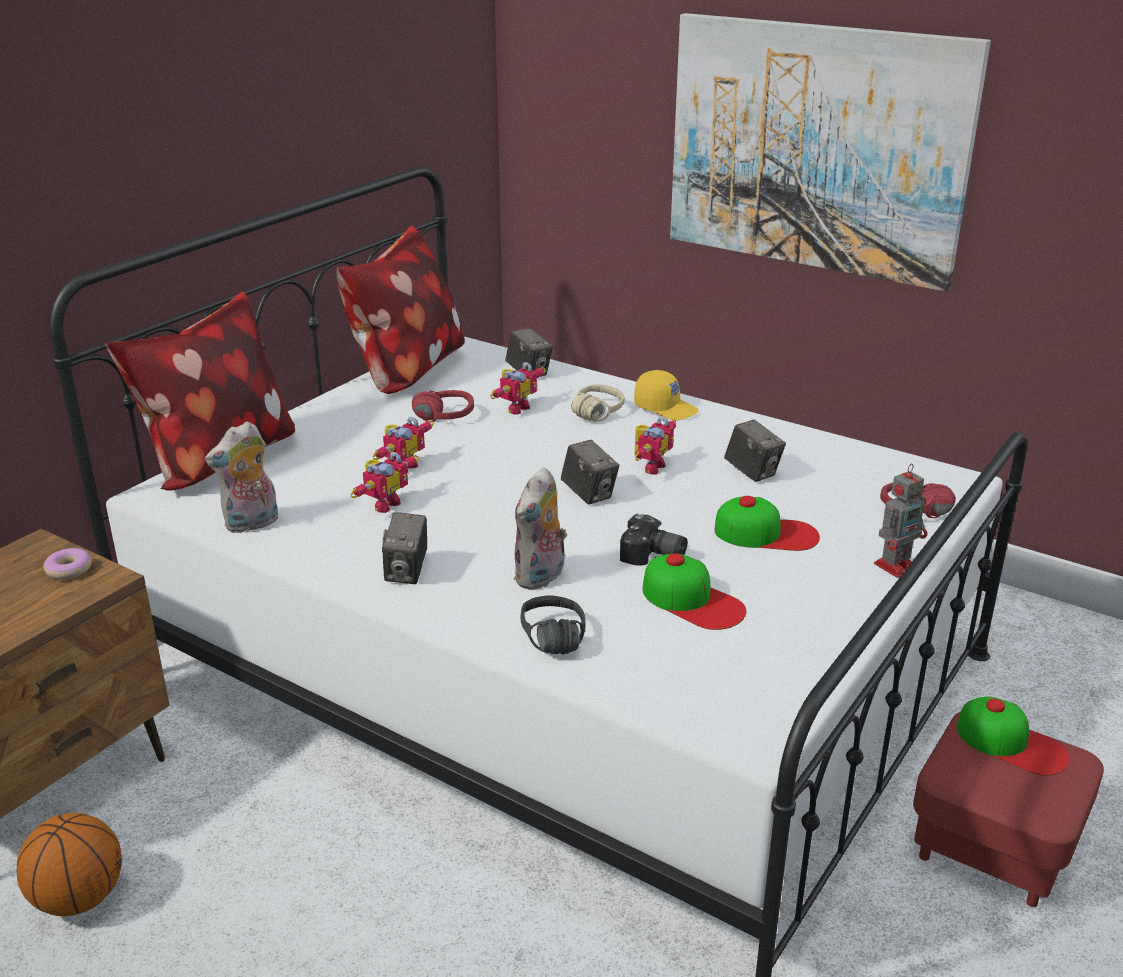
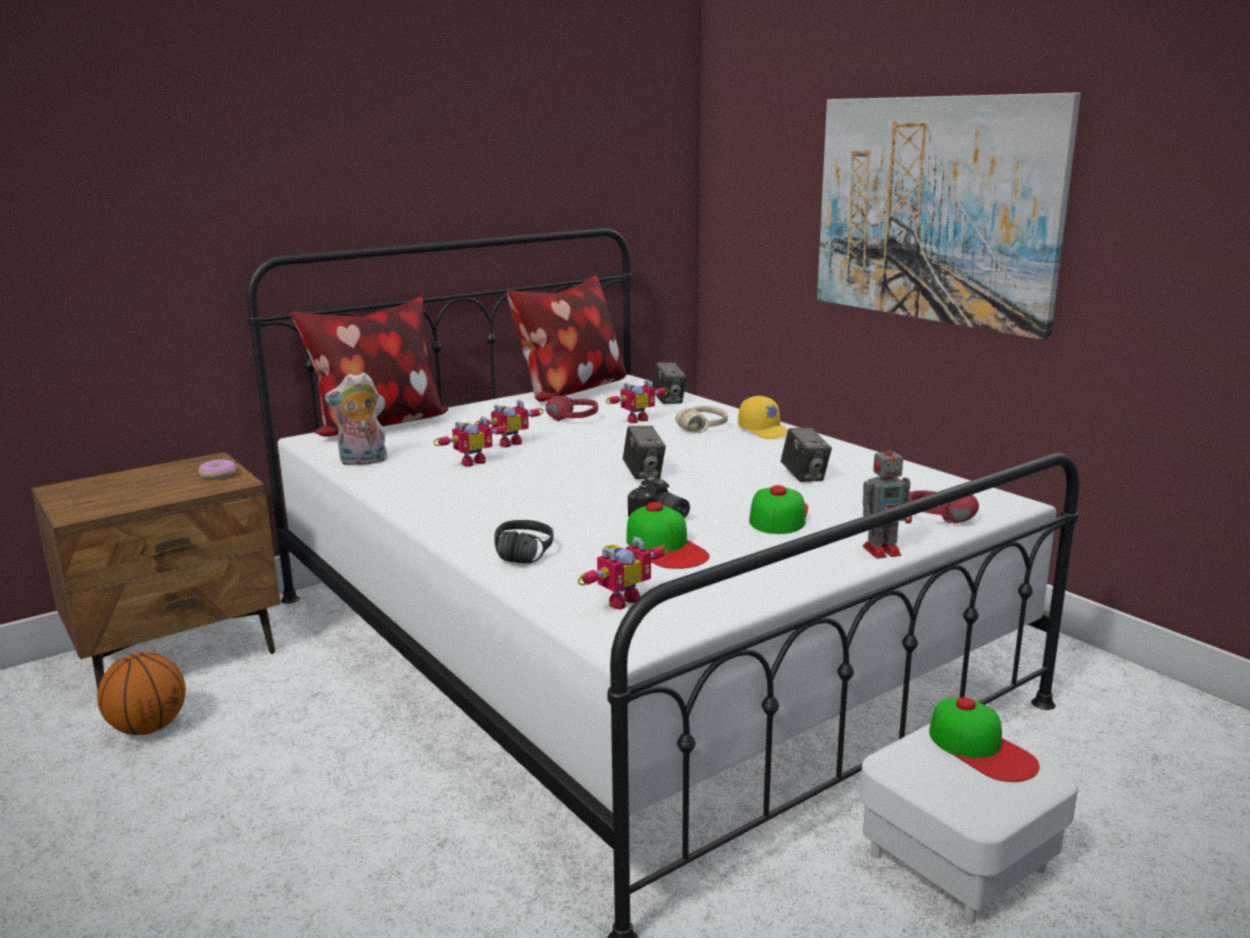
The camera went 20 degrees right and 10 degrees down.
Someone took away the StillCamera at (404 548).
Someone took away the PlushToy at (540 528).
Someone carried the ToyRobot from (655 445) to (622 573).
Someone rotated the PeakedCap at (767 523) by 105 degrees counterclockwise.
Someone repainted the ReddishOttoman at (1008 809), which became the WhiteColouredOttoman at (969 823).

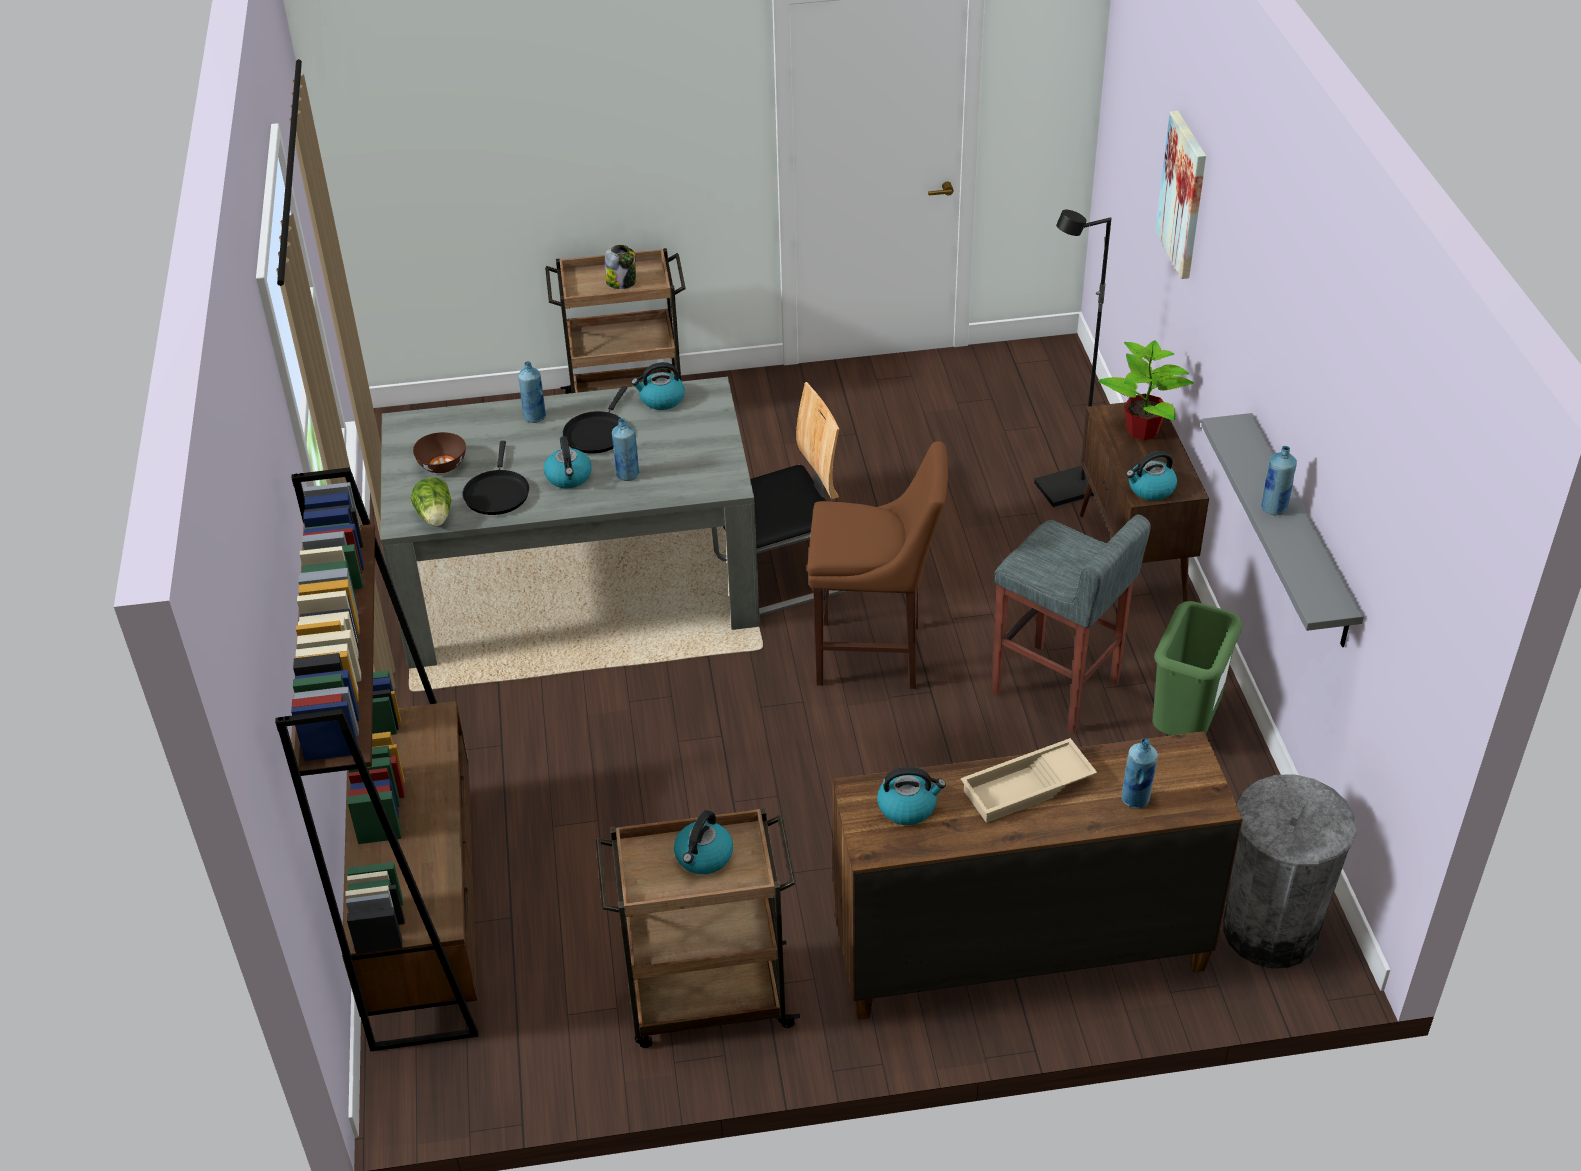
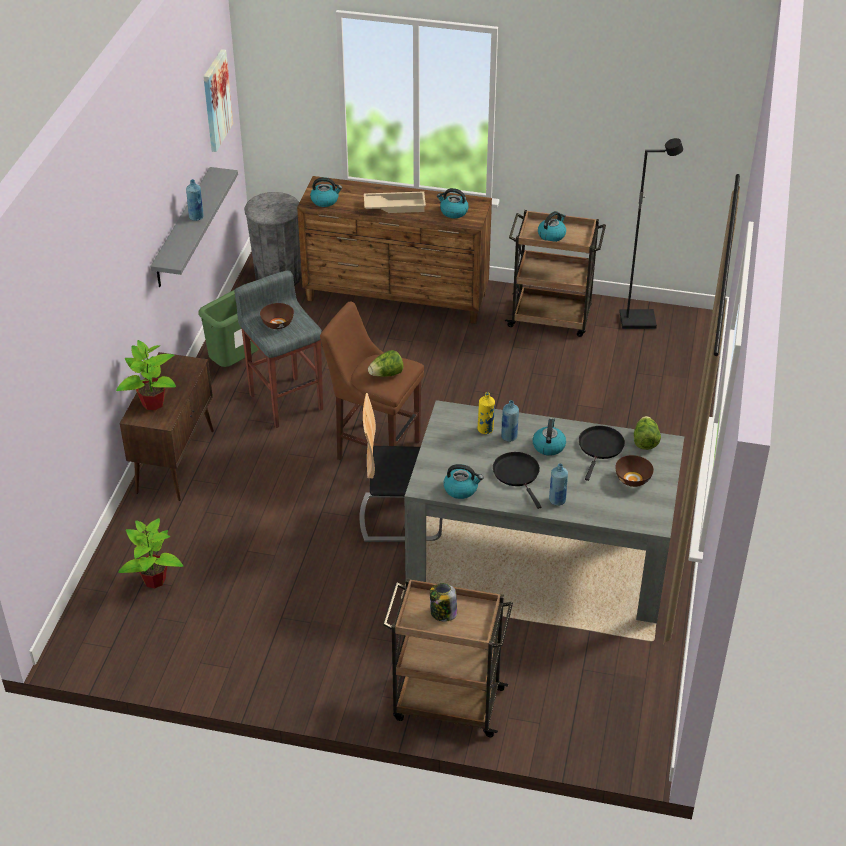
The camera went 160 degrees left and 0 degrees up.
Someone took away the BrownBookshelf at (376 759).
Someone rotated the BlackColouredSkillet at (595 420) by 60 degrees counterclockwise.
Someone carried the BlackColouredStandardLamp from (1072 359) to (651 233).
Someone took away the BlueColouredDrinkBottle at (1139 773).
Someone carried the WaterKettle from (1151 475) to (326 192).
Someone carried the WallPicture from (1180 194) to (218 100).
Someone put down the Houseplant at (150 553).
Someone put down the BrownServingBowl at (277 316).
Someone put down the Lettuce at (386 363).
Someone put down the YellowColouredDrinkBottle at (486 413).

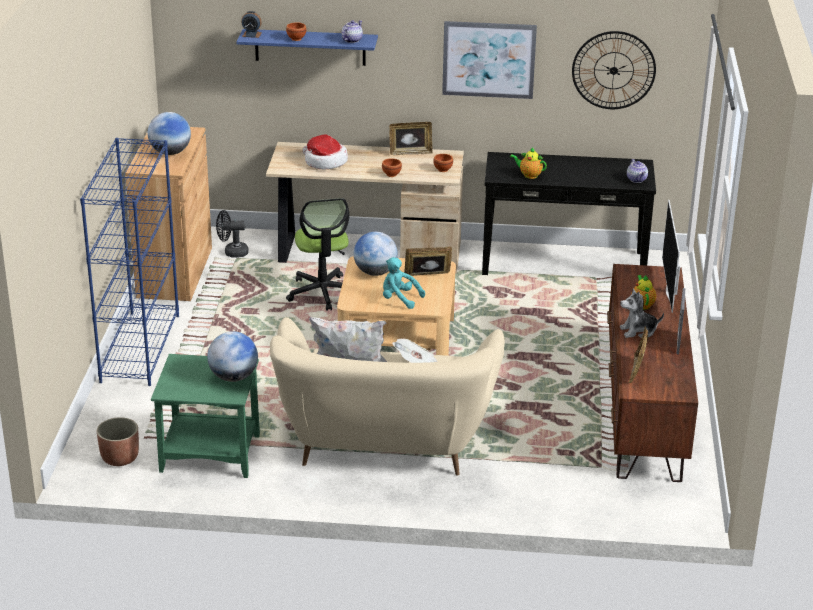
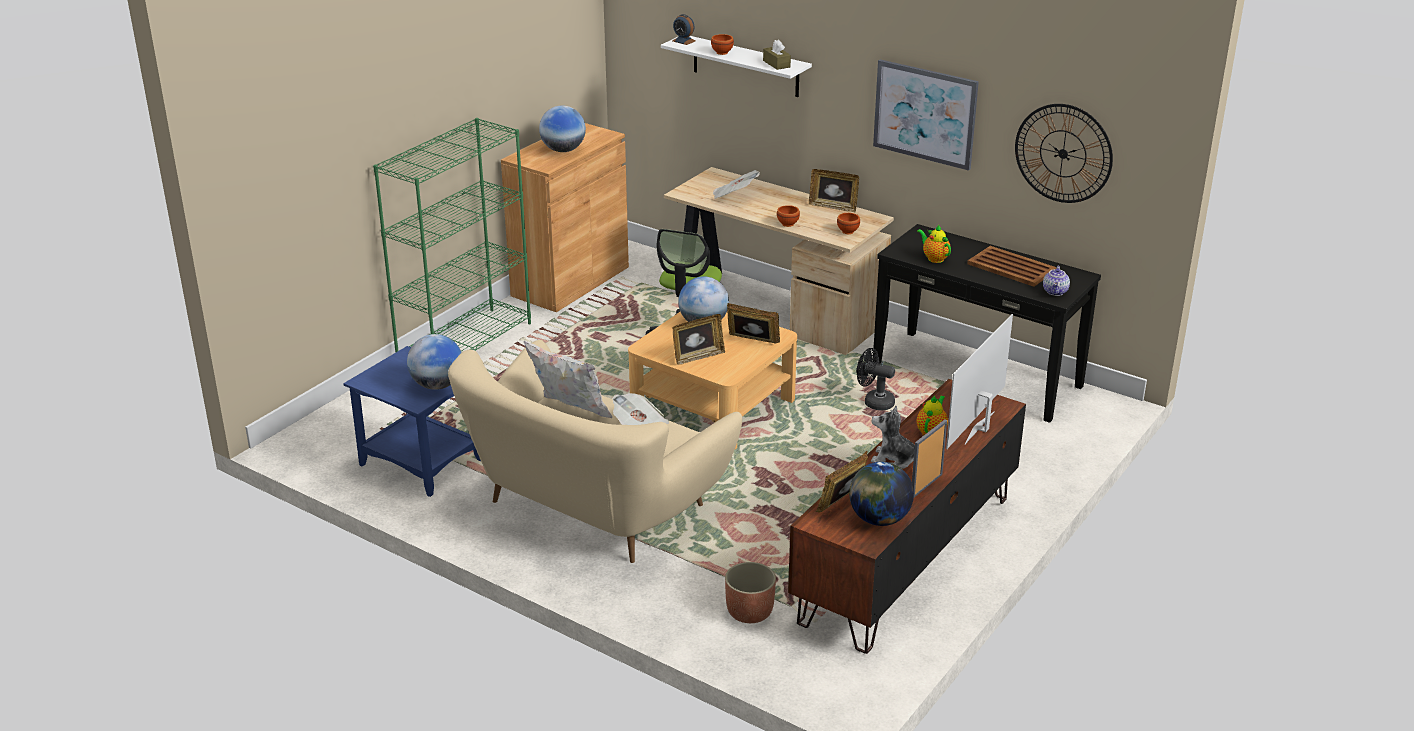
The camera went 30 degrees right and 0 degrees up.
Someone repainted the BlueColouredBookshelf at (129 262), which became the GreenColouredBookshelf at (452 235).
Someone carried the PlantPot from (118 441) to (750 592).
Someone repainted the GreenColouredSideTable at (205 416), which became the BlueColouredSideTable at (412 421).
Someone carried the BlackColouredFan from (232 234) to (876 379).
Someone repainted the BlueColouredWallShelf at (307 47), which became the WhiteColouredWallShelf at (736 66).
Someone swapped the Hat at (325 151) for the Newspaper at (736 184).
Someone swapped the PotForTea at (352 31) for the BrownBoxOfTissues at (777 55).
Someone swapped the TurquoisePlushToy at (404 283) for the PictureFrame at (699 339).
Someone put down the DeskGlobe at (881 494).
Someone put down the BrownCarryingTray at (1011 266).

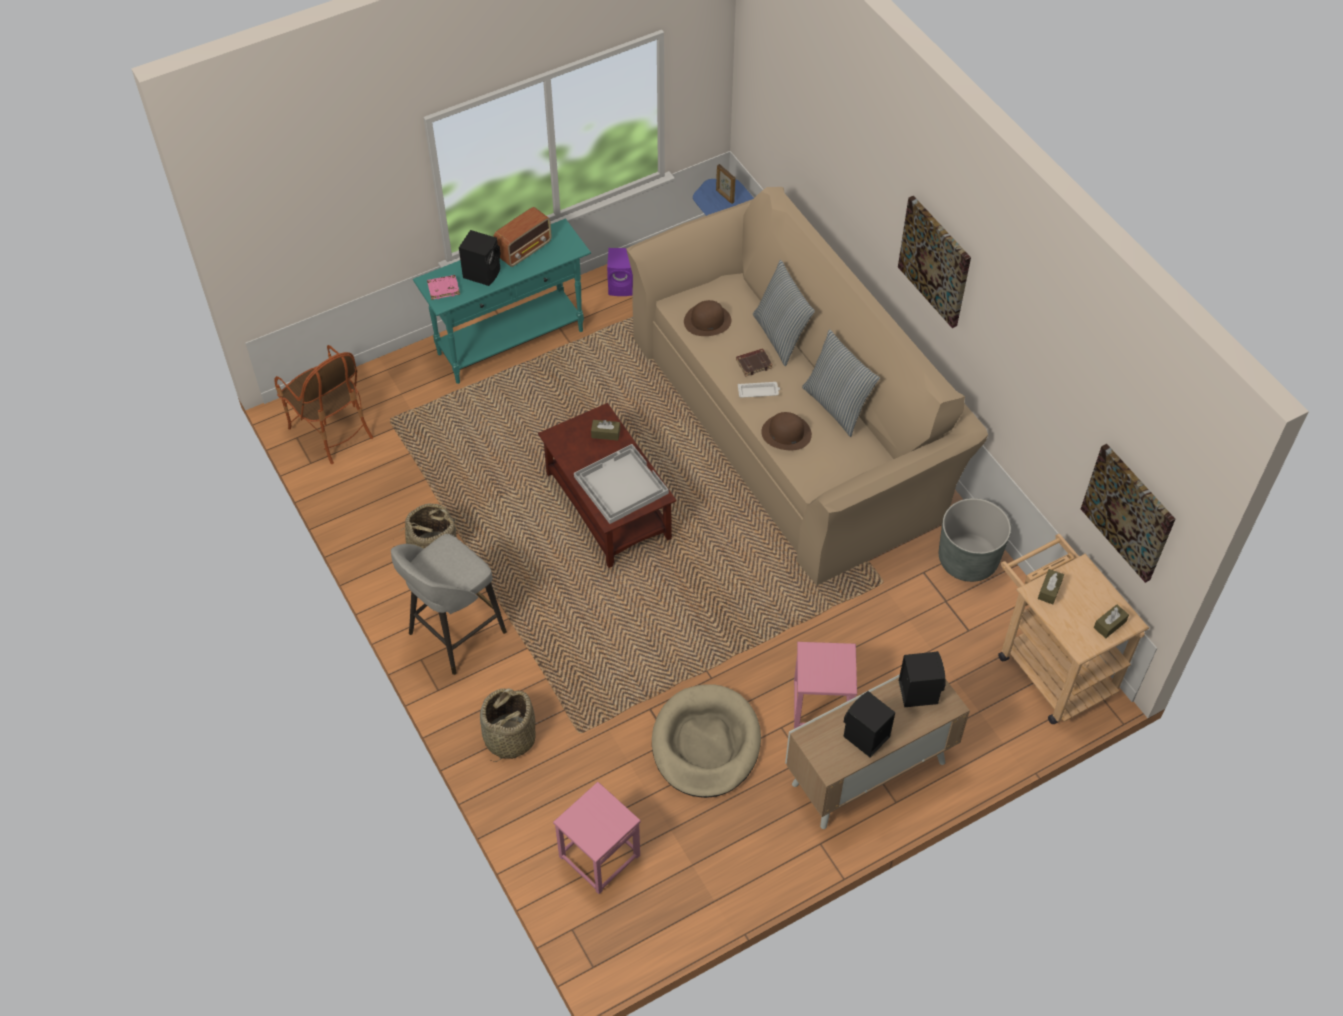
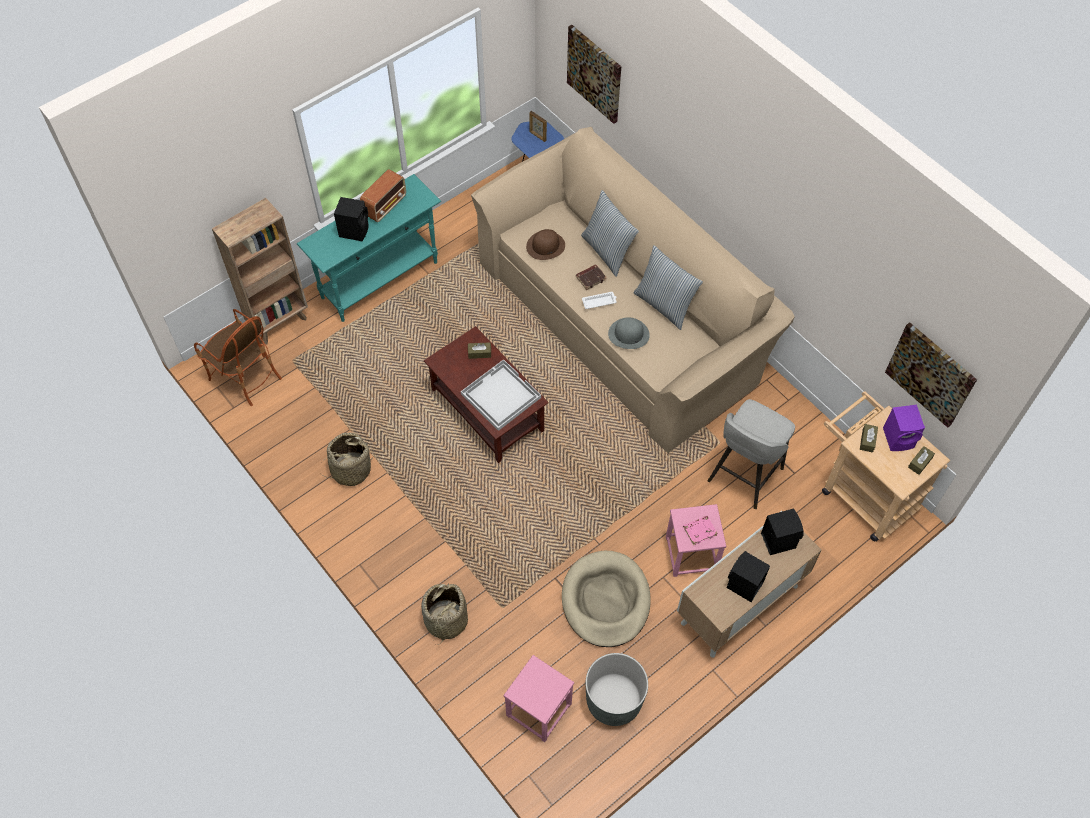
The camera went 10 degrees left and 5 degrees up.
Someone carried the GreyishSittingStool from (449 604) to (751 454).
Someone carried the PinkBoundBook from (443 287) to (700 530).
Someone carried the PurpleLoudspeaker from (620 272) to (904 428).
Someone repainted the BrownHat at (786 431), which became the GreyishHat at (629 333).
Someone carried the WallPicture from (934 262) to (594 74).
Someone carried the GreyishPlantPot from (975 540) to (616 689).
Someone put down the BrownBookshelf at (260 271).

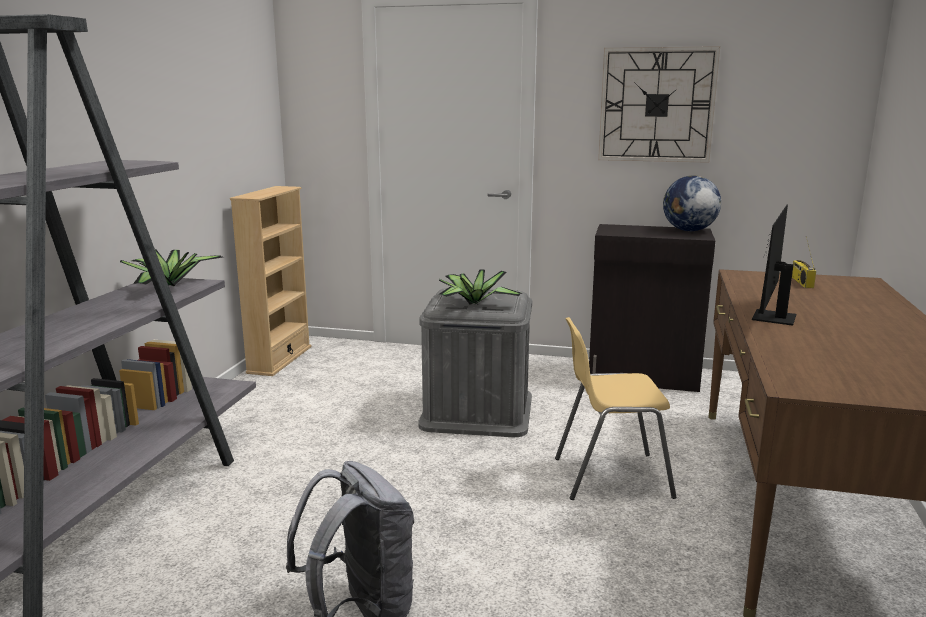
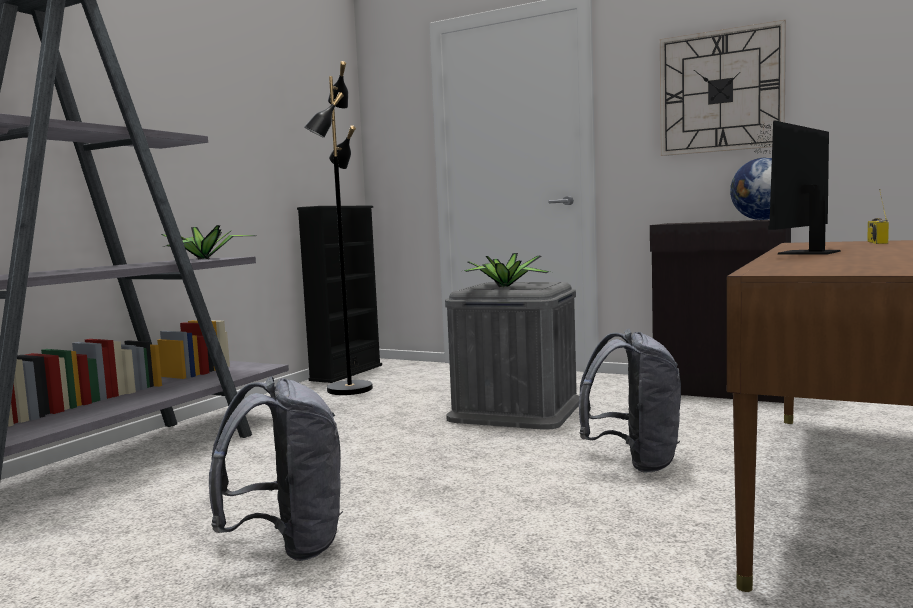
The camera went 15 degrees right and 10 degrees down.
Someone repainted the BeigeBookshelf at (271 281), which became the BlackColouredBookshelf at (339 294).
Someone swapped the YellowColouredUprightChair at (615 408) for the GreyishBackpack at (630 400).
Someone put down the BlackColouredStandardLamp at (338 228).

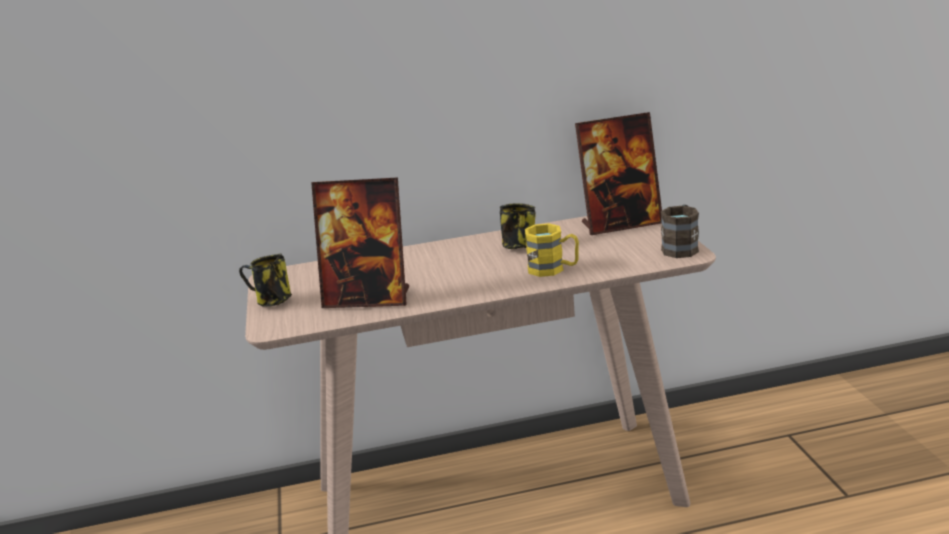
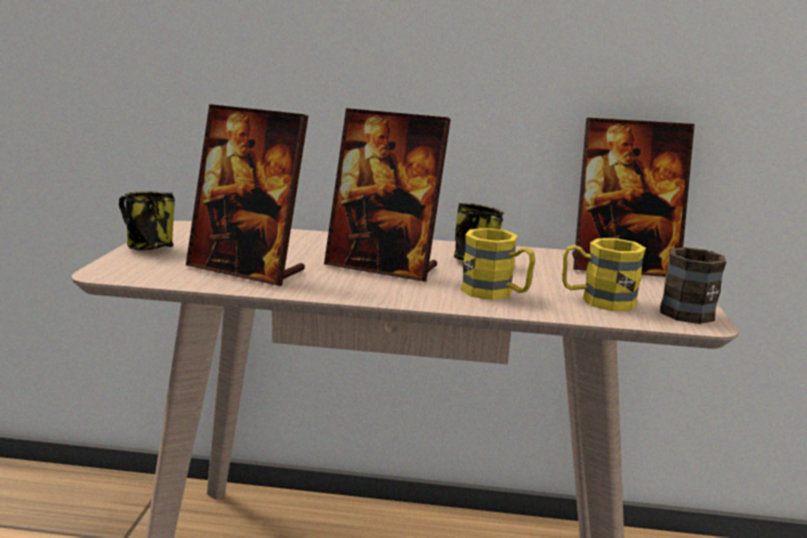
The camera went 15 degrees right and 5 degrees down.
Someone put down the PictureFrame at (387 195).
Someone put down the YellowColouredMug at (604 274).

